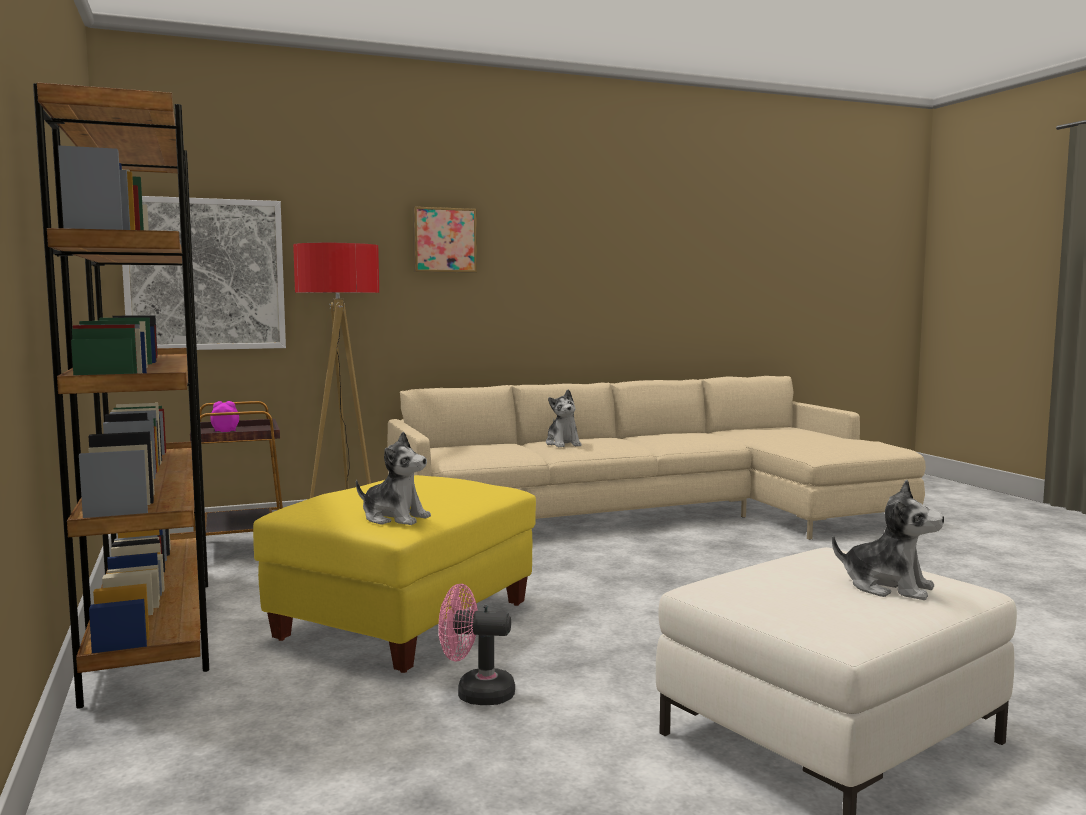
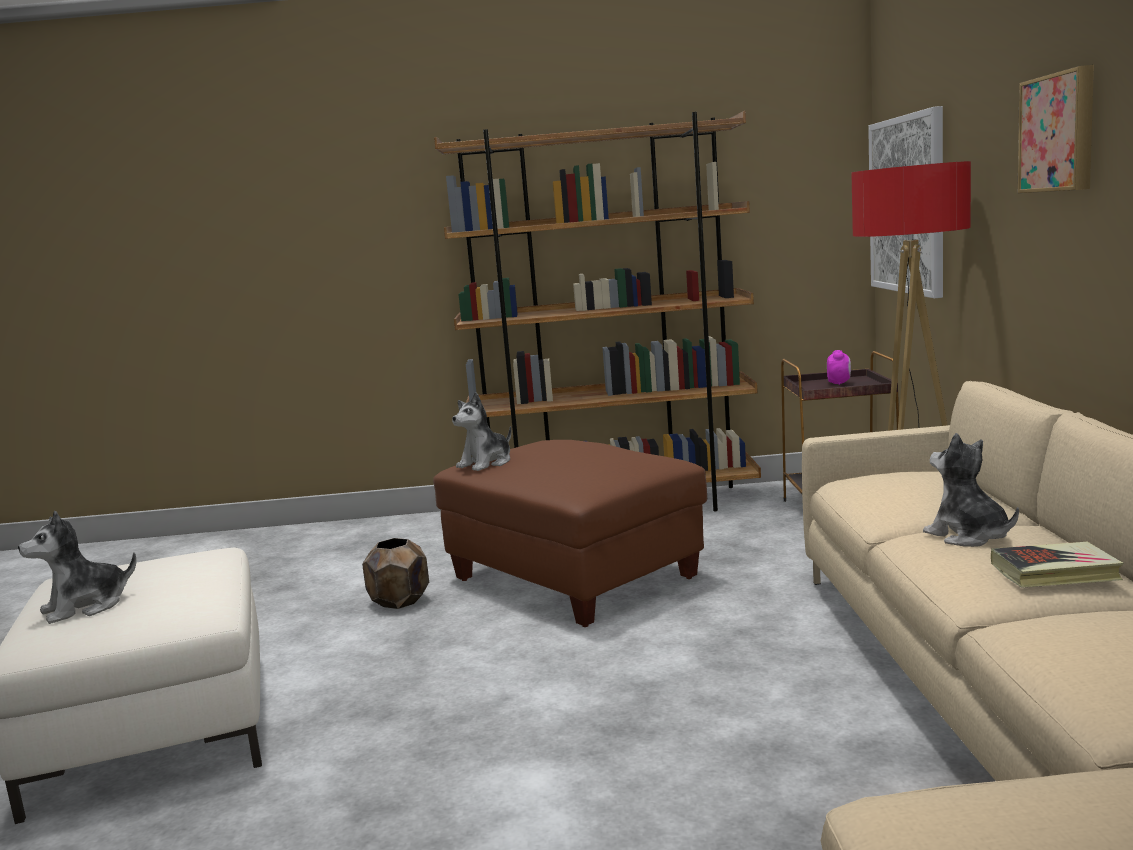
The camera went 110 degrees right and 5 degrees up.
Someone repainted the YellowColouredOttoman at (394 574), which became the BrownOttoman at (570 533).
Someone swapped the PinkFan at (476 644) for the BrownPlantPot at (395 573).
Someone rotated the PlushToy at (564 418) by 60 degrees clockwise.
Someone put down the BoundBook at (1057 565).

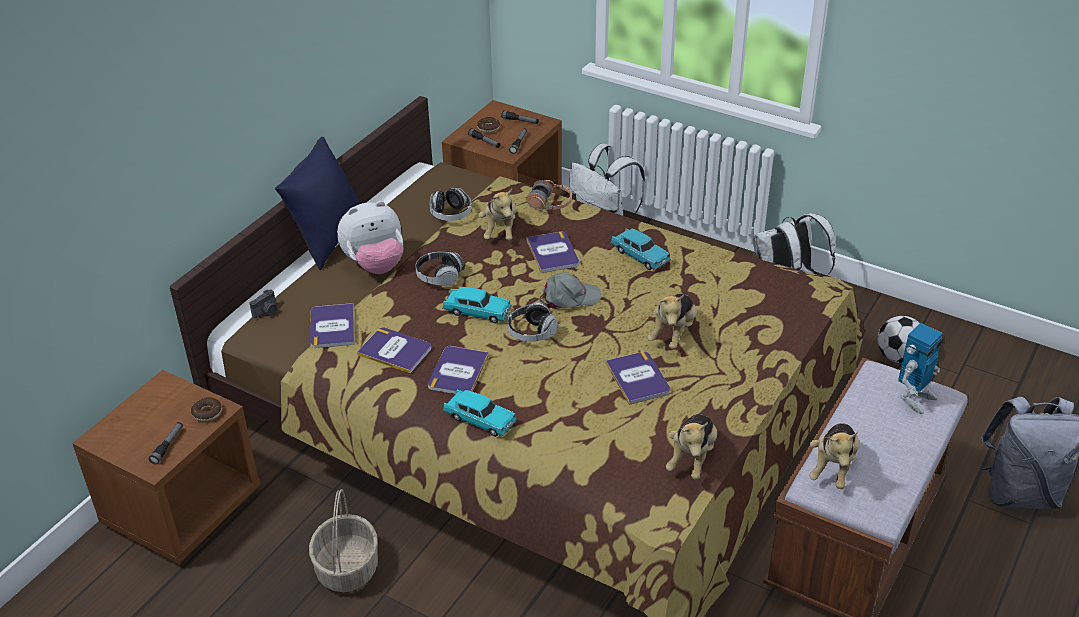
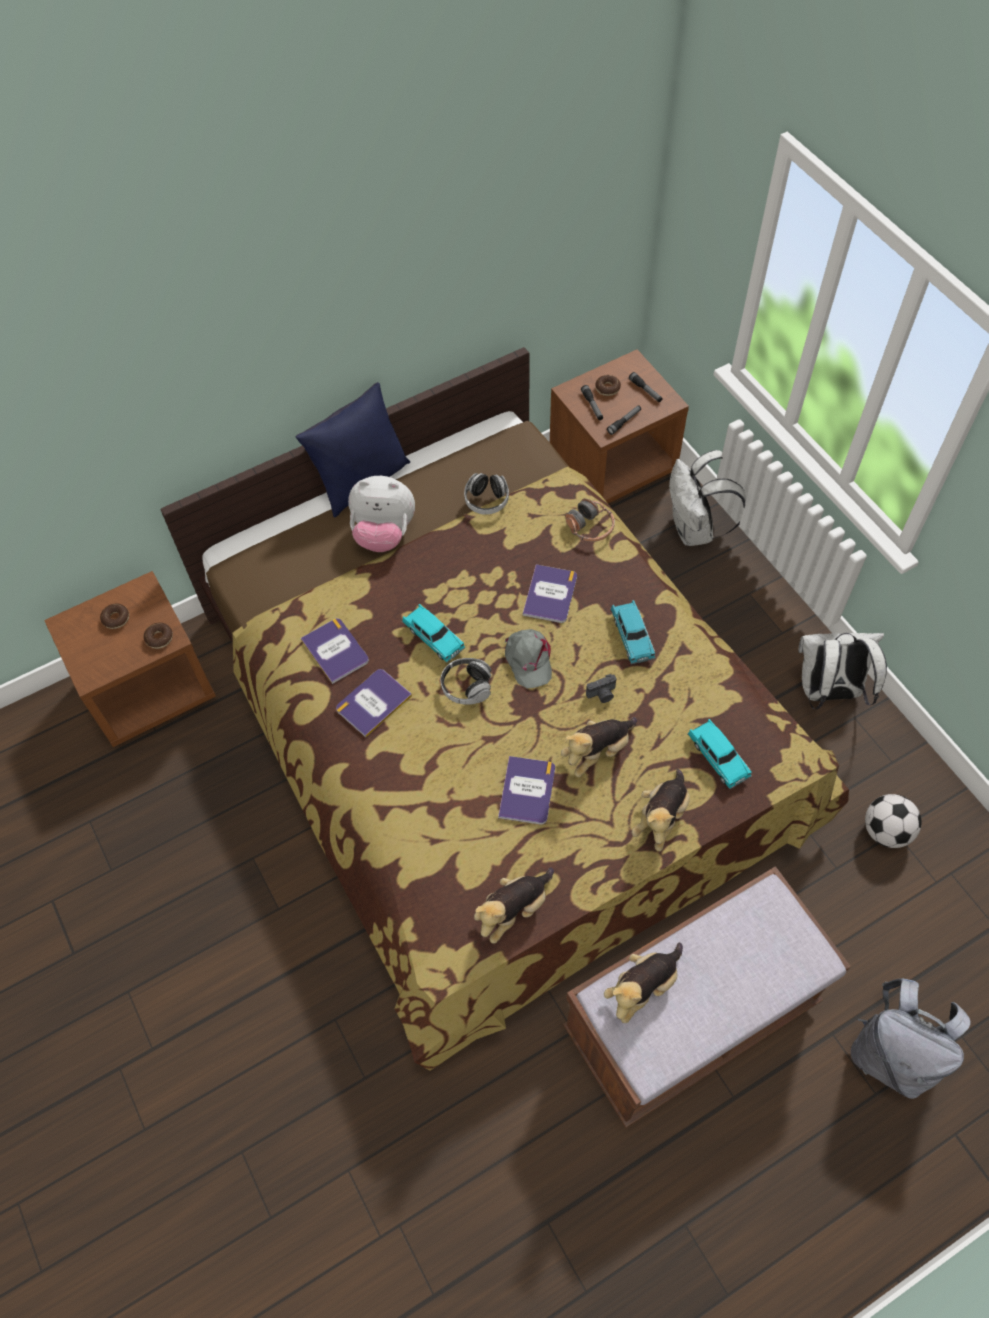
The camera went 30 degrees right and 20 degrees up.
Someone took away the Flashlight at (166 443).
Someone carried the StillCamera from (263 303) to (601 688).
Someone took away the Basket at (343 540).
Someone took away the BoundBook at (332 325).
Someone took away the Headphones at (439 269).
Someone carried the TurquoiseMiniatureCar from (479 413) to (719 754).
Someone carried the PlushToy from (497 214) to (660 810).
Someone rotated the GreyishPeakedCap at (570 291) by 60 degrees clockwise.
Someone took away the ToyRobot at (921 368).
Someone put down the RingDoughnut at (114 616).

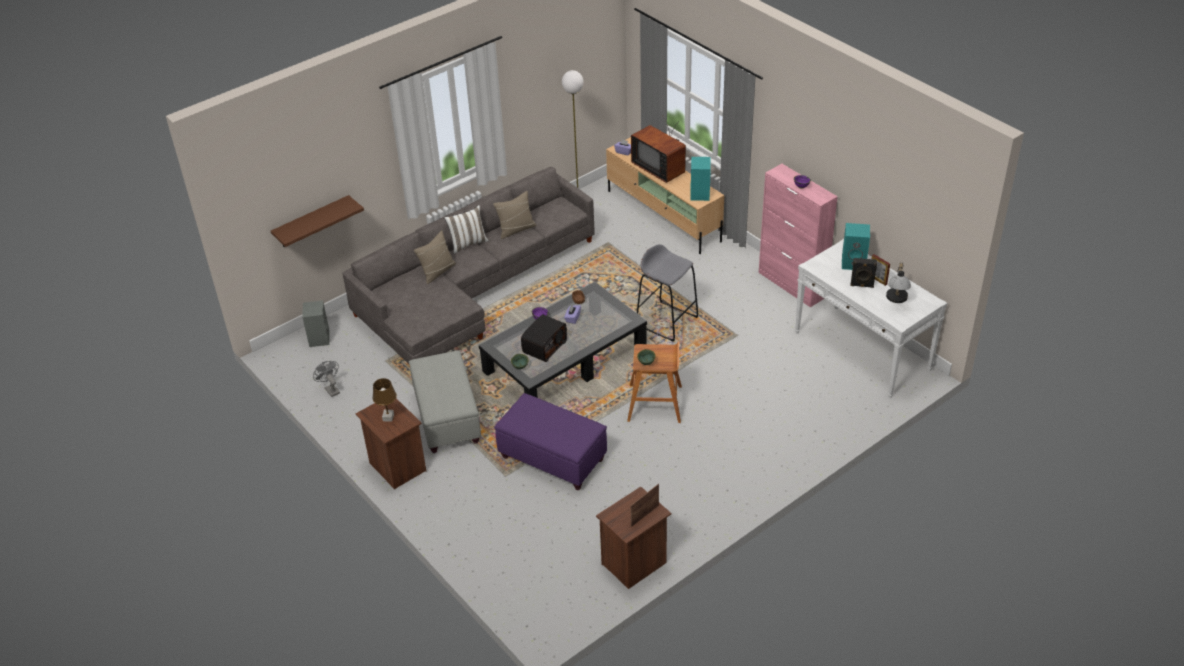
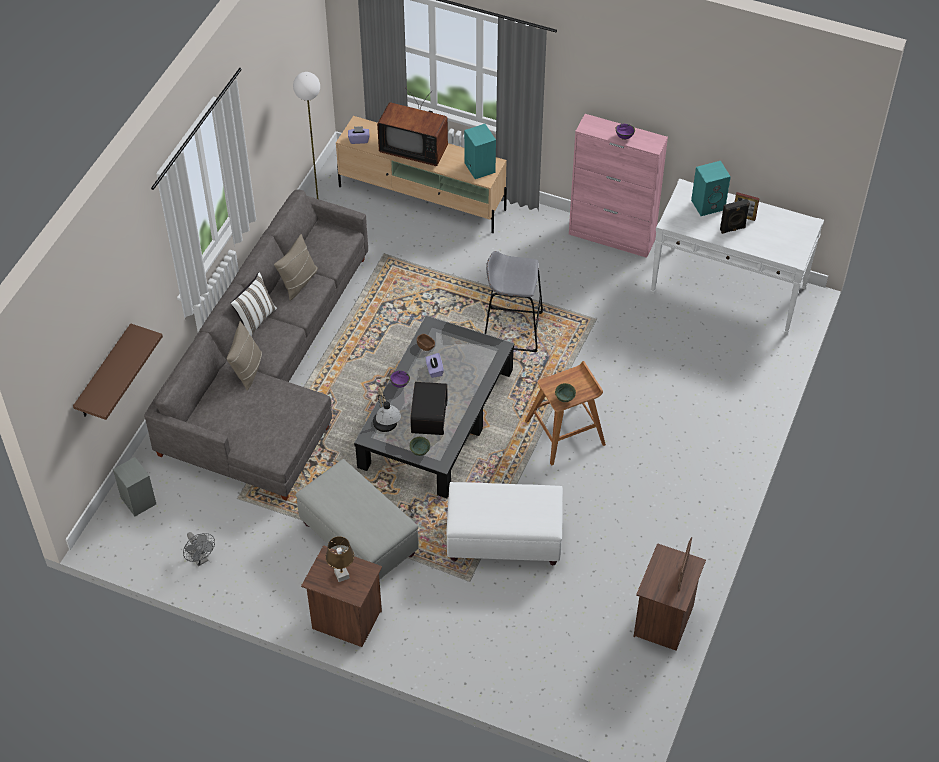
The camera went 30 degrees left and 10 degrees up.
Someone rotated the GreyishFan at (326 379) by 150 degrees counterclockwise.
Someone repainted the PurpleOttoman at (550 441), which became the WhiteColouredOttoman at (504 523).
Someone carried the TableLamp from (898 283) to (387 409).

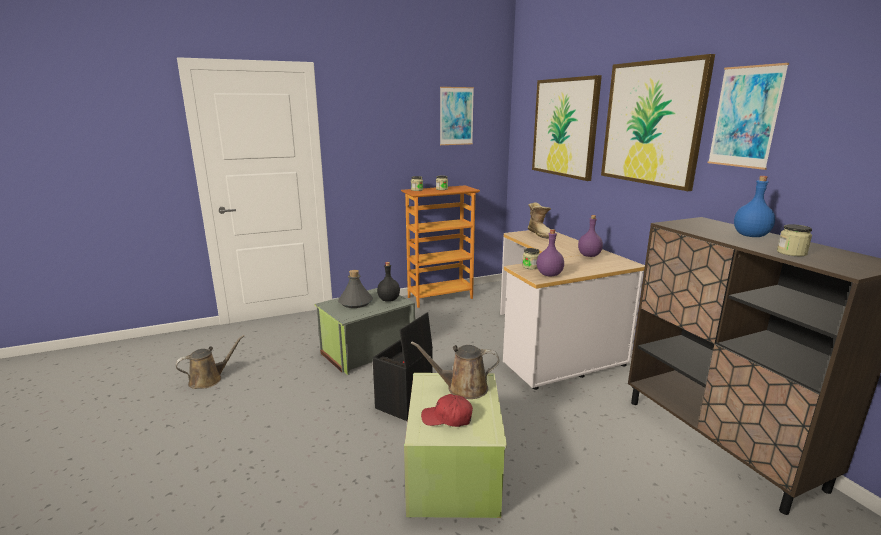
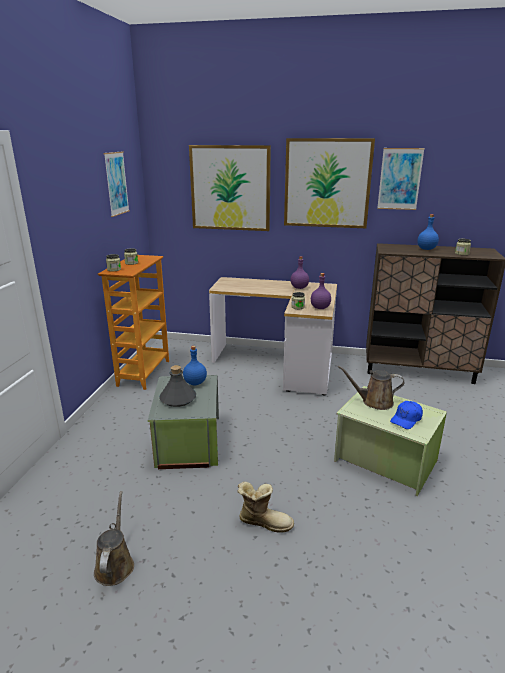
The camera went 55 degrees left and 5 degrees up.
Someone took away the BlackColouredStorageBin at (403 366).
Someone repainted the BlackColouredDrinkBottle at (388 282), which became the BlueColouredDrinkBottle at (195 366).
Someone rotated the BrownWateringCan at (455 370) by 60 degrees clockwise.
Someone repainted the ReddishPeakedCap at (447 410), which became the BlueColouredPeakedCap at (406 415).
Someone carried the Boot from (539 221) to (266 507).

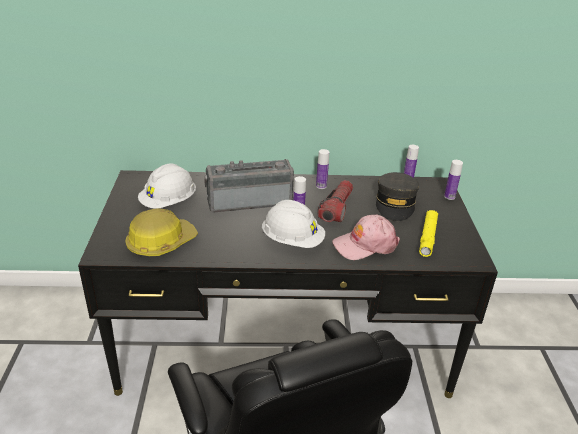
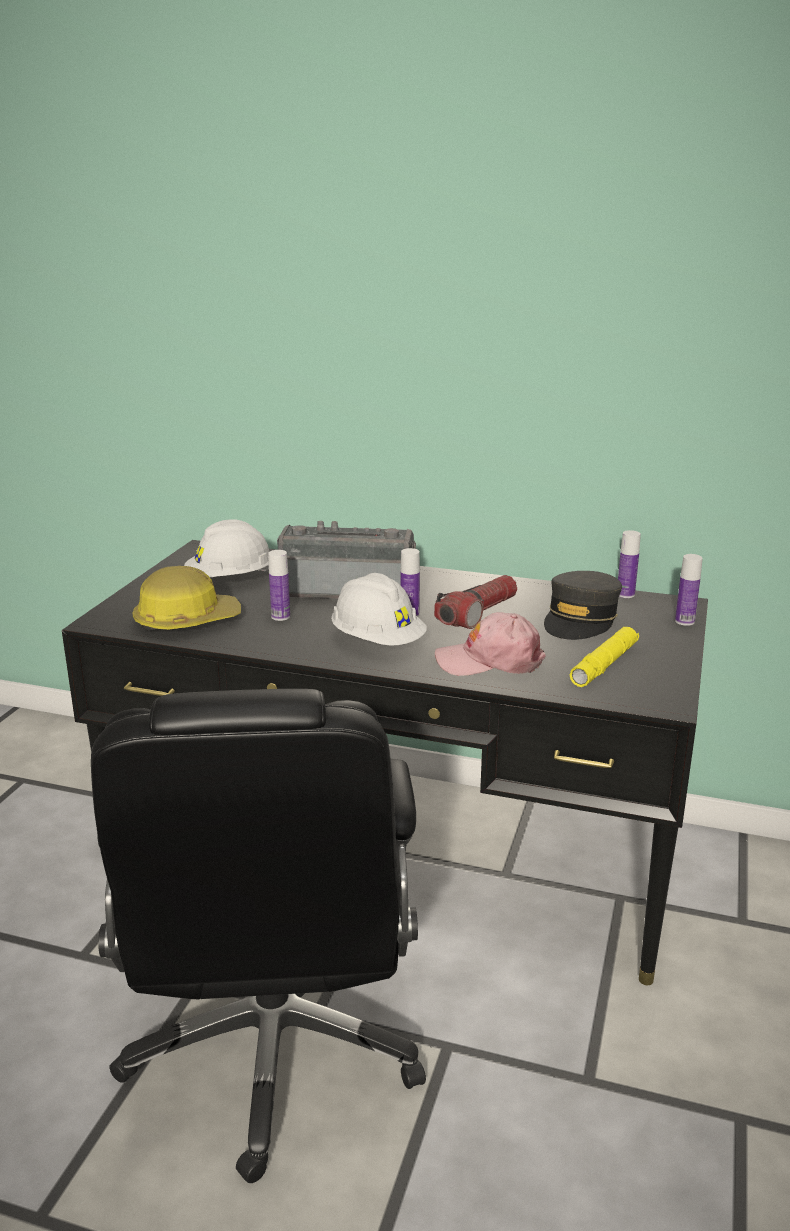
The camera went 20 degrees right and 10 degrees down.
Someone carried the DrinkBottle from (322 169) to (279 585).

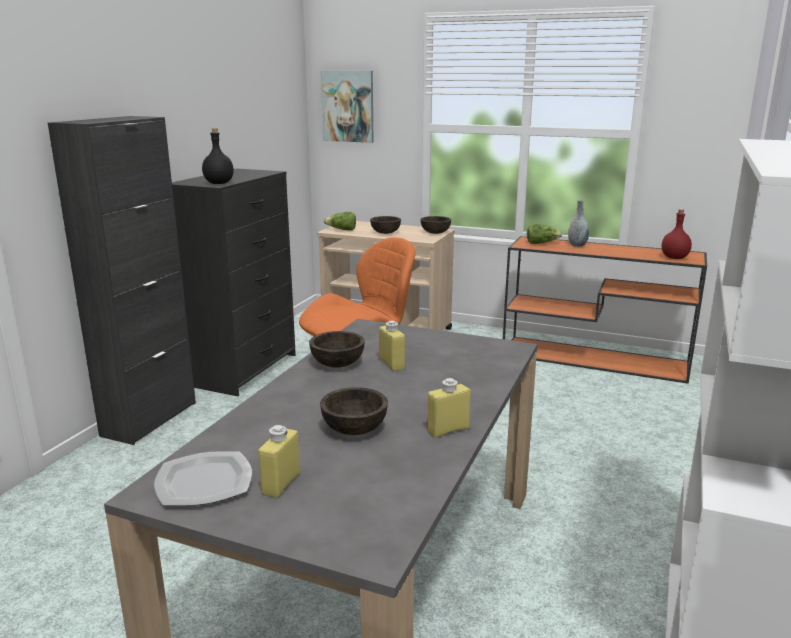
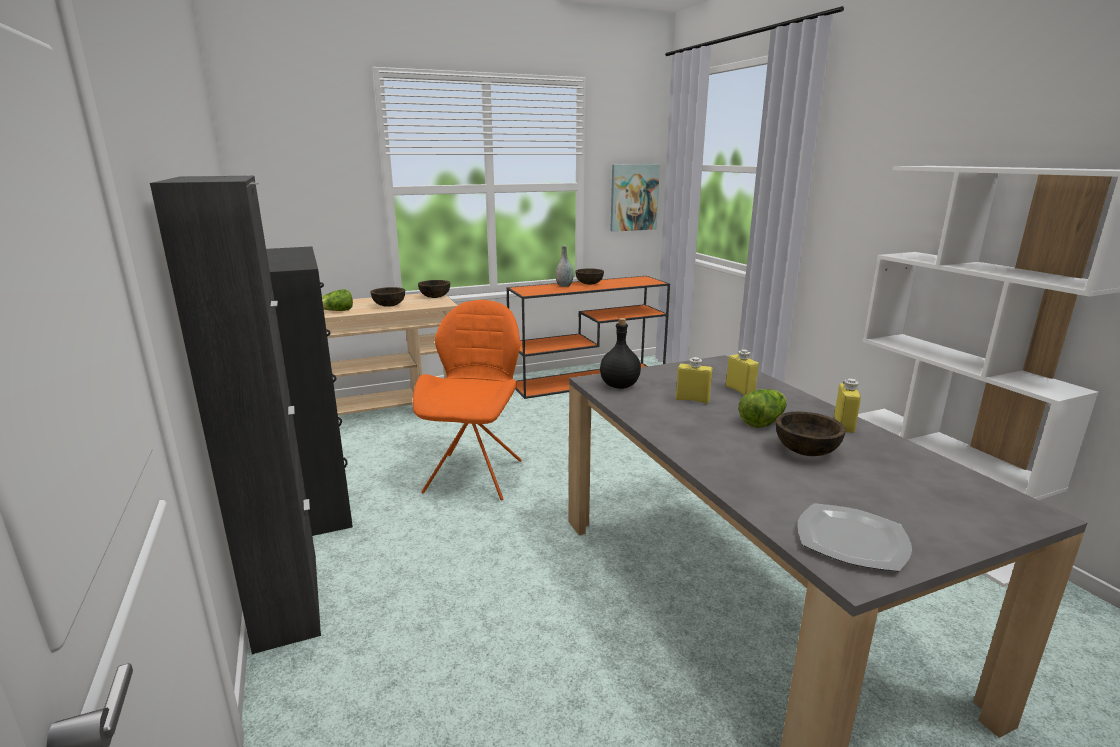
The camera went 45 degrees left and 0 degrees up.
Someone carried the BlackColouredDrinkBottle from (218 156) to (620 353).
Someone carried the YellowColouredDrinkBottle from (279 461) to (742 372).
Someone carried the BrownServingBowl from (337 349) to (589 276).
Someone carried the WallPicture from (347 107) to (635 198).
Someone carried the Lettuce from (544 234) to (763 408).
Someone took away the ReddishDrinkBottle at (677 234).

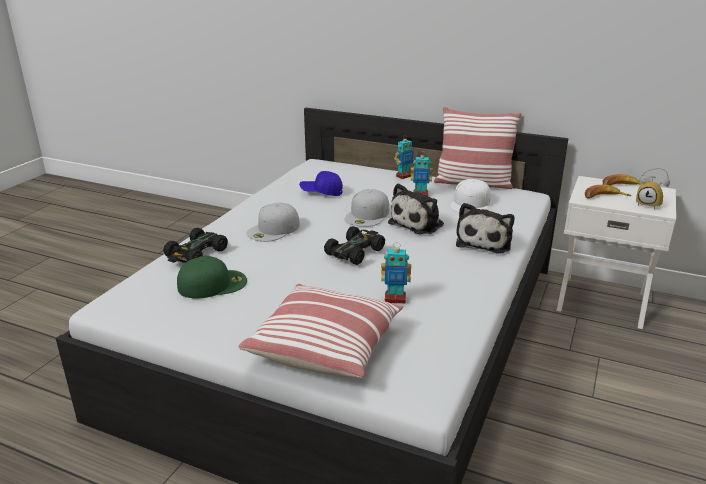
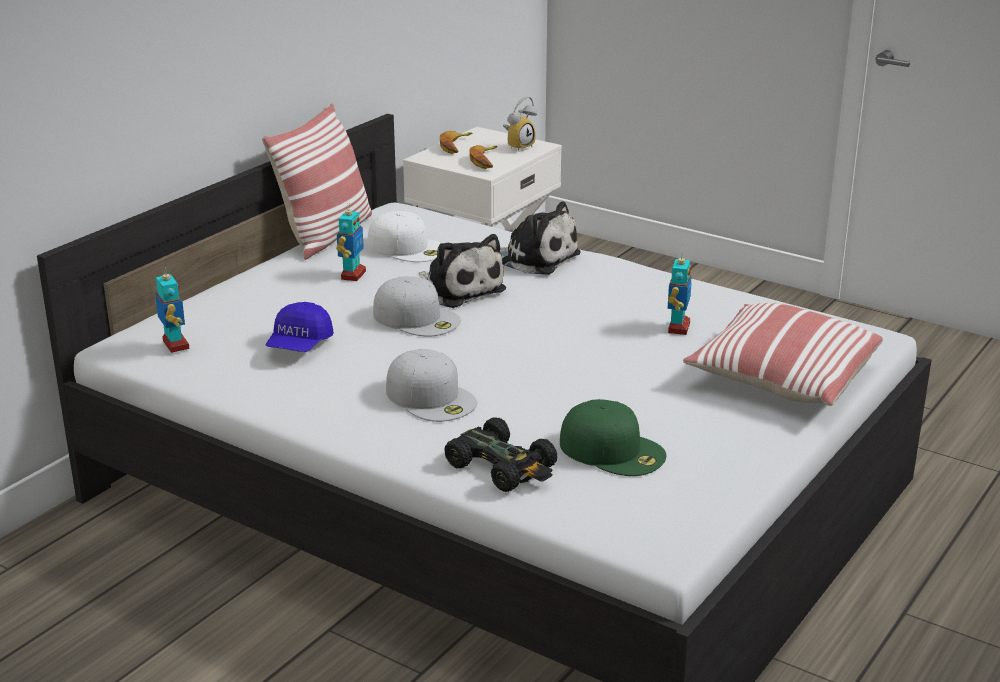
The camera went 80 degrees left and 0 degrees up.
Someone rotated the GreenColouredPeakedCap at (212 277) by 135 degrees clockwise.
Someone took away the BlackColouredMiniatureCar at (354 245).
Someone carried the ToyRobot from (404 158) to (172 309).

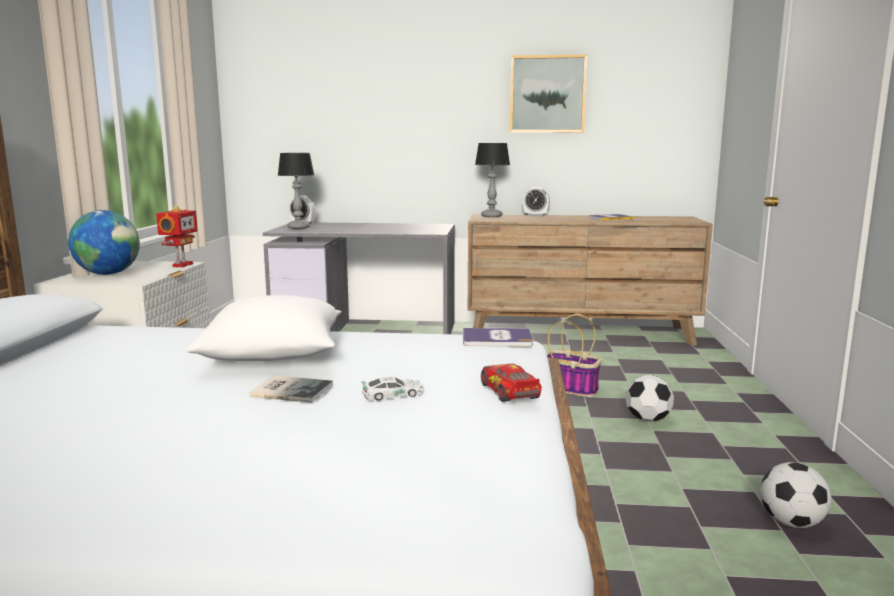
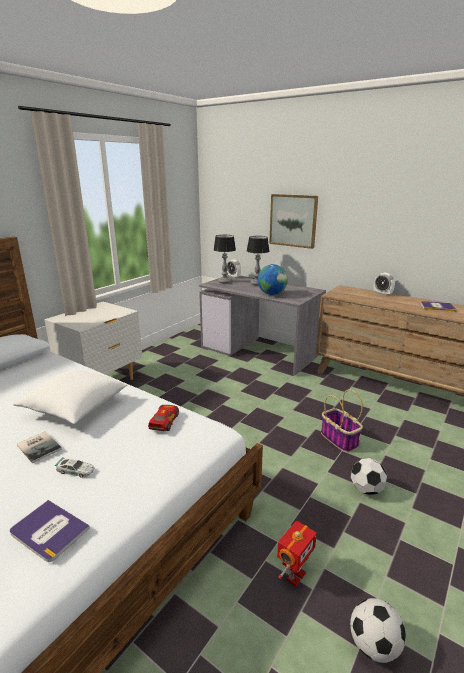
The camera went 30 degrees right and 10 degrees up.
Someone carried the DeskGlobe from (104 242) to (273 279).
Someone carried the ToyRobot from (177 236) to (297 554).
Someone carried the BoundBook from (498 337) to (50 531).
Someone carried the TableLamp from (492 180) to (258 260).
Someone carried the MiniatureCar from (511 383) to (163 418).
Someone carried the WallPicture from (548 94) to (293 221).

